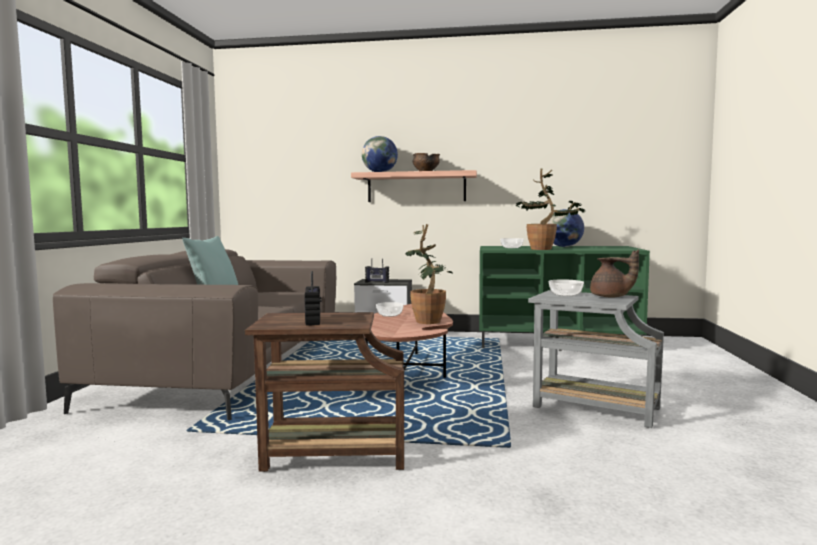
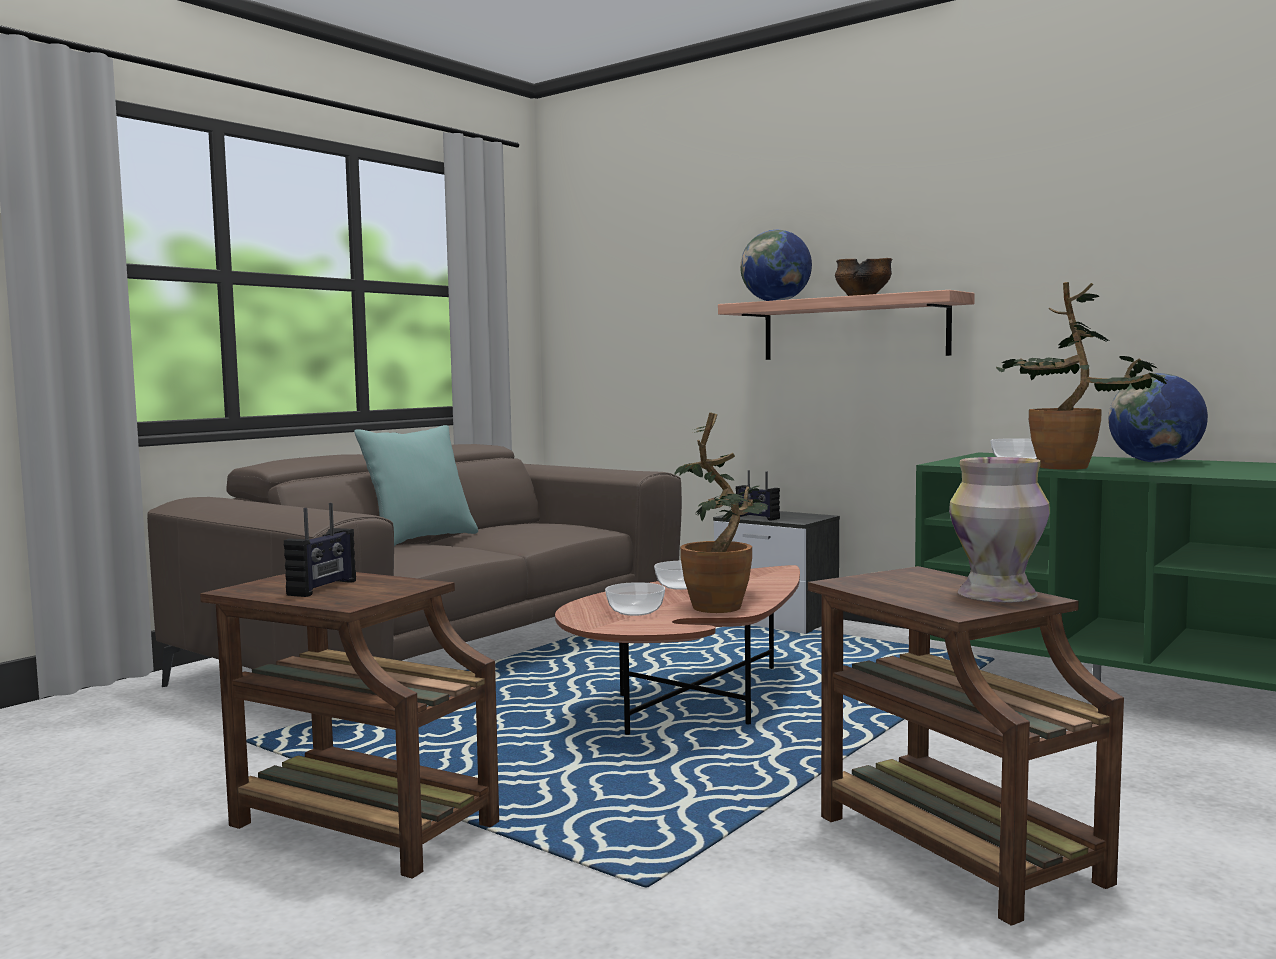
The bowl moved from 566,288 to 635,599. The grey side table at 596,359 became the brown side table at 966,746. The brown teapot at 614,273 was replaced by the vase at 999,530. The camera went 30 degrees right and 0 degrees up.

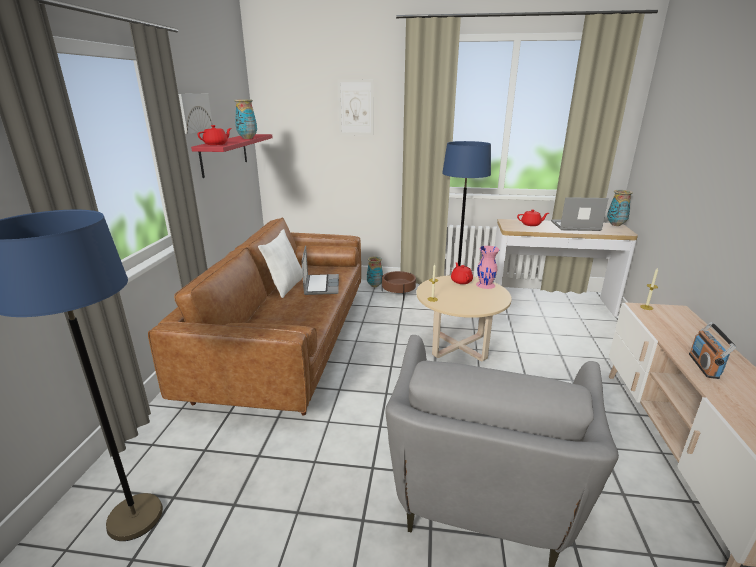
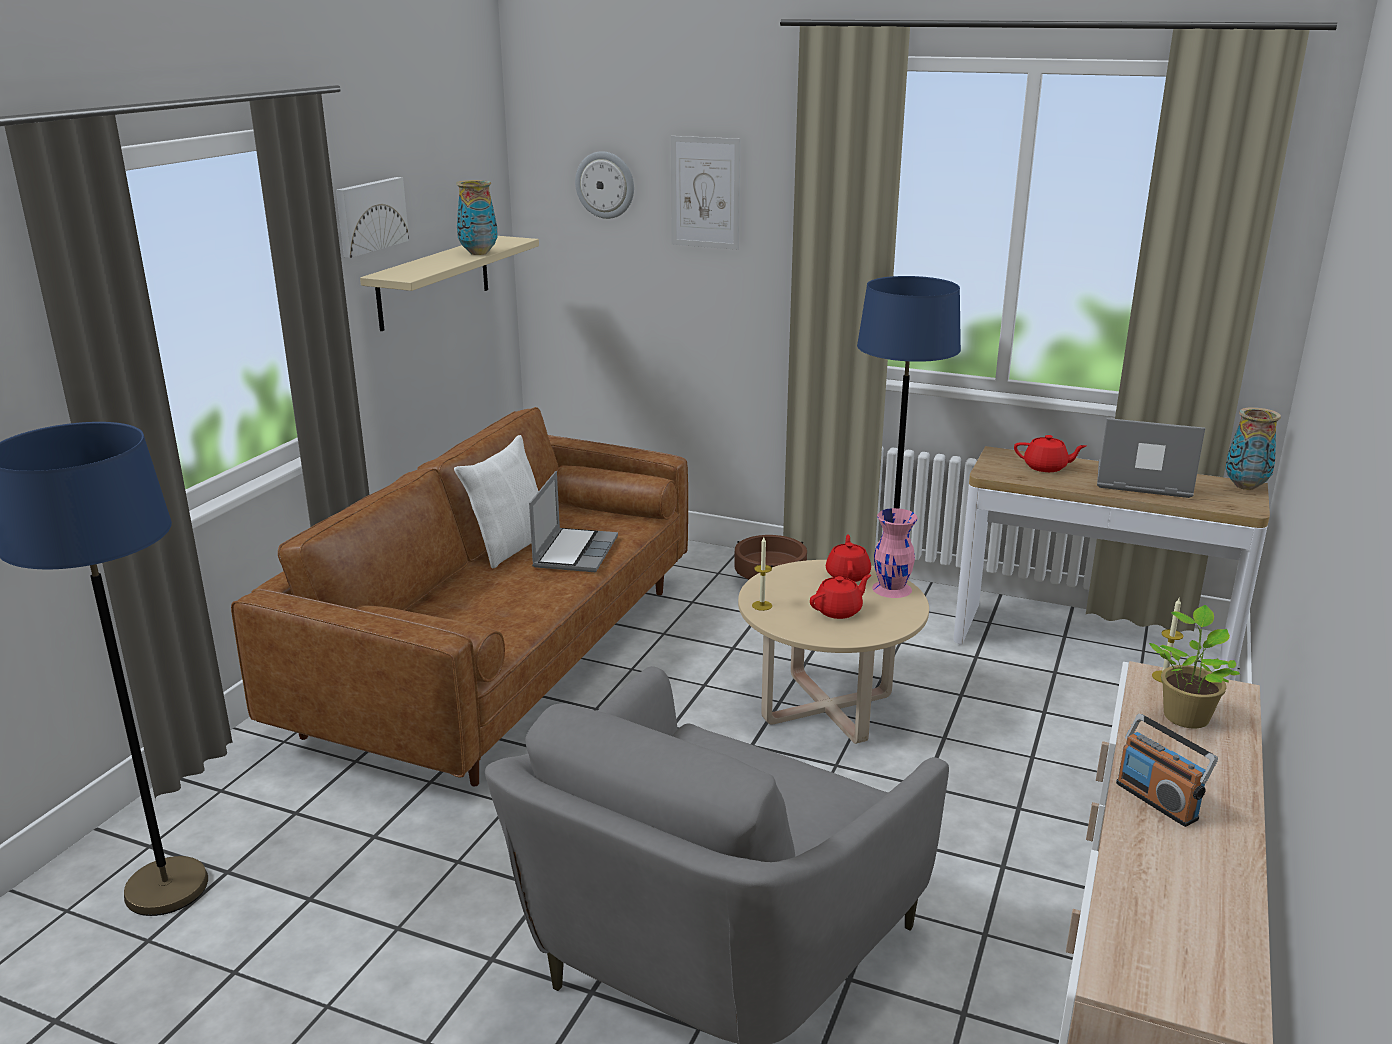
The red shelf at 232,156 became the beige shelf at 449,283. The wall clock at 604,185 appeared. The red teapot moved from 214,135 to 840,596. The radio at 713,350 turned 60 degrees counterclockwise. The potted plant at 1194,667 appeared. The vase at 375,272 disappeared. The camera went 15 degrees right and 0 degrees up.

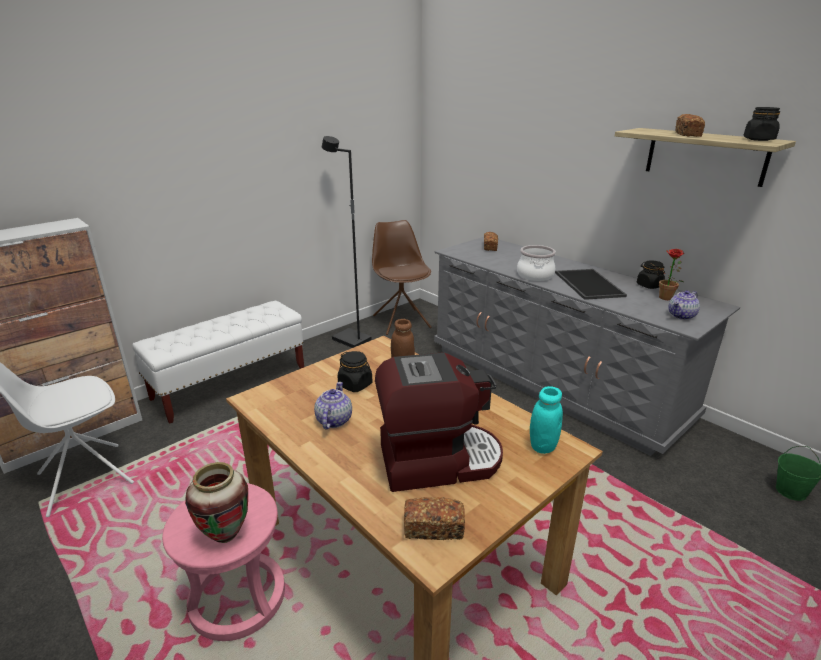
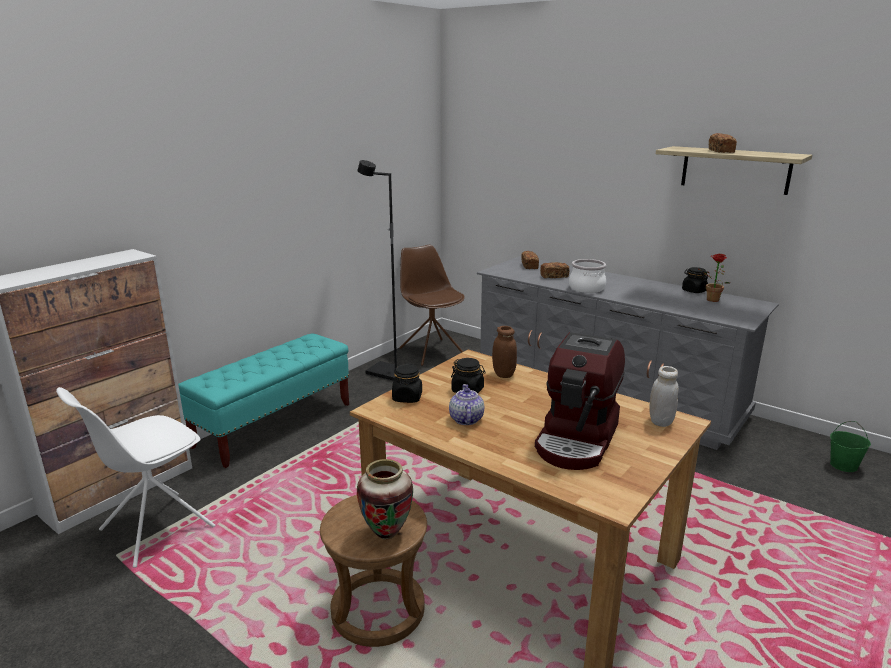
The white bench at 218,362 became the turquoise bench at 263,400. The pink stool at 223,562 became the brown stool at 373,571. The black jar moved from 762,124 to 407,383. The coffee machine at 439,422 turned 135 degrees clockwise. The bread moved from 434,518 to 554,270. The turquoise jar at 546,420 became the white jar at 664,396. The tray at 591,284 disappeared. The teapot at 684,305 disappeared. The camera went 10 degrees left and 5 degrees down.

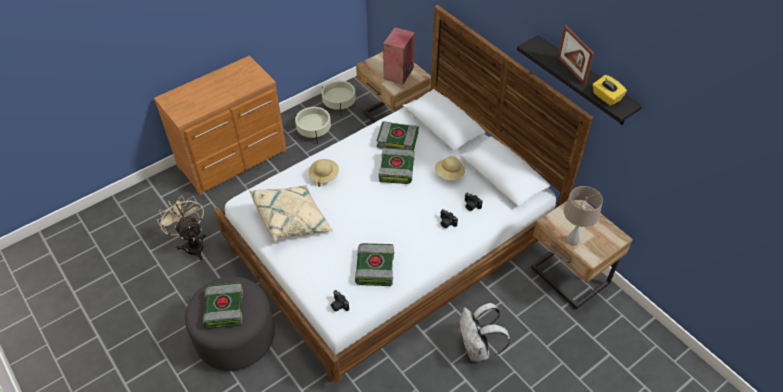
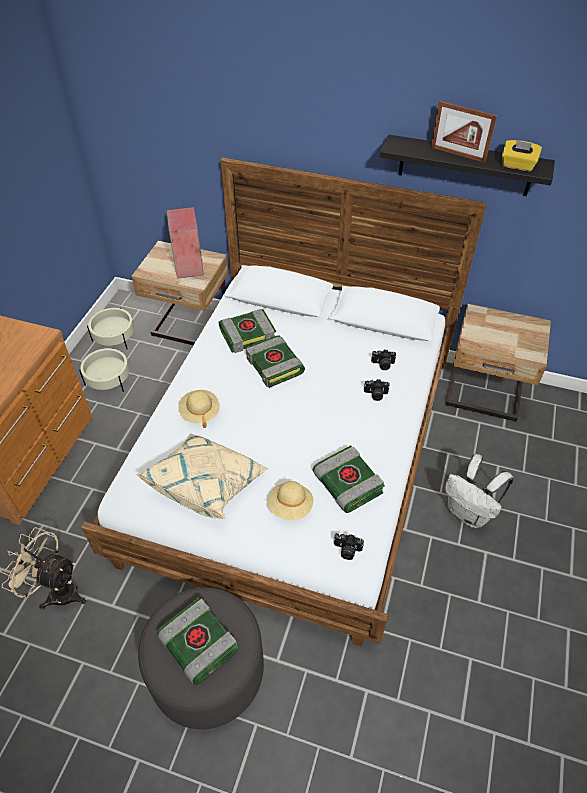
The beige hat moved from 450,168 to 290,500. The beige table lamp at 583,216 disappeared. The camera went 35 degrees left and 0 degrees up.

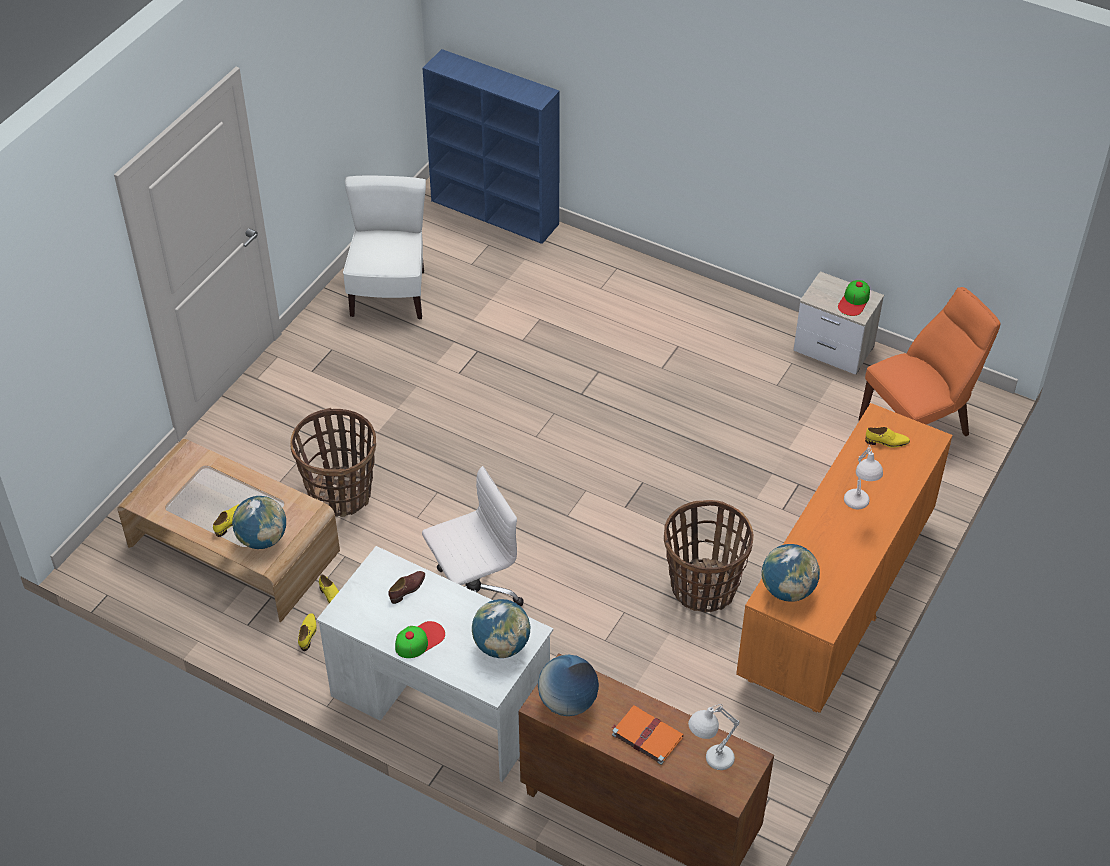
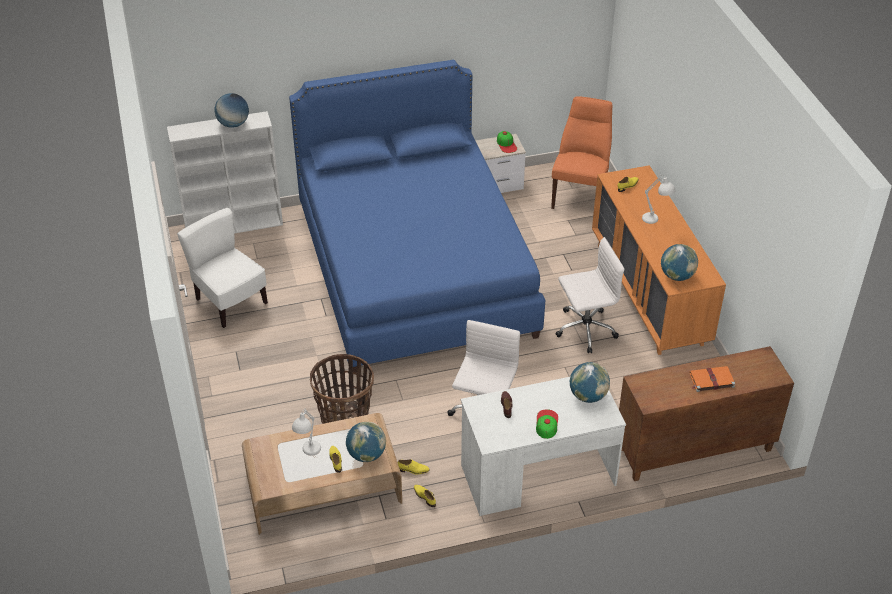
The blue bookcase at 491,146 became the white bookcase at 225,172. The globe moved from 568,685 to 231,110. The blue bed at 417,216 appeared. The white table lamp moved from 714,737 to 306,431. The basket at 709,556 was replaced by the white office chair at 590,295. The camera went 45 degrees left and 5 degrees down.

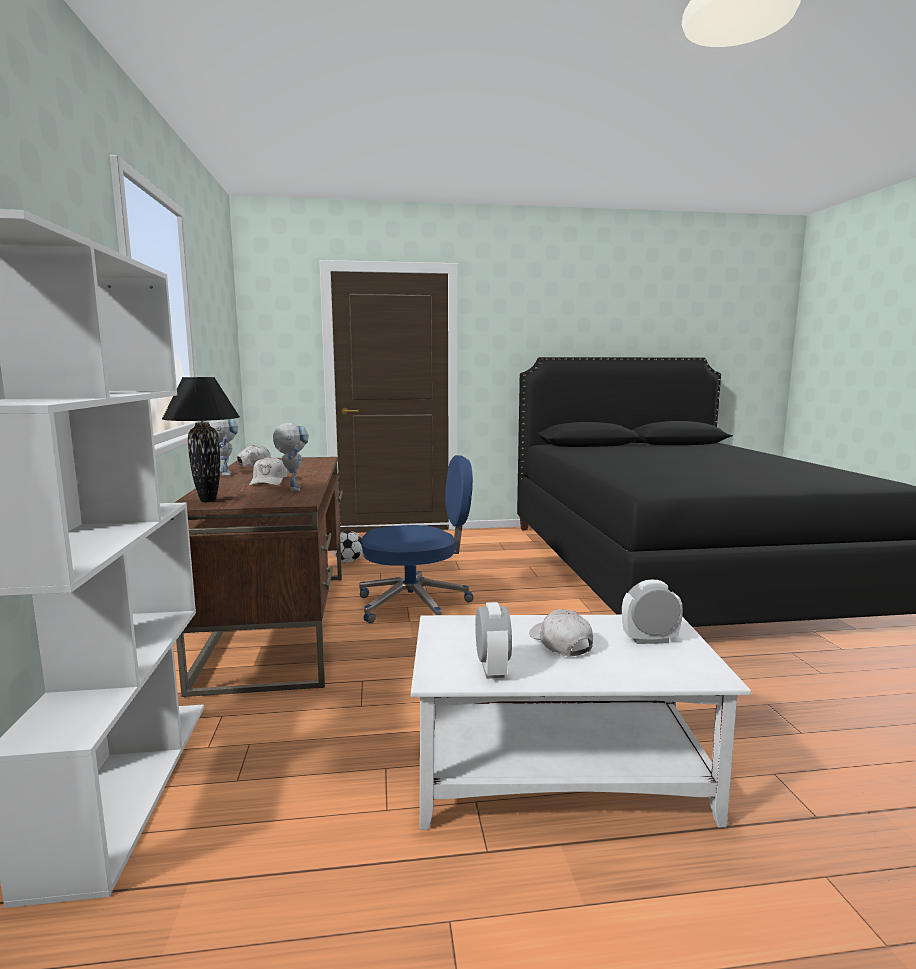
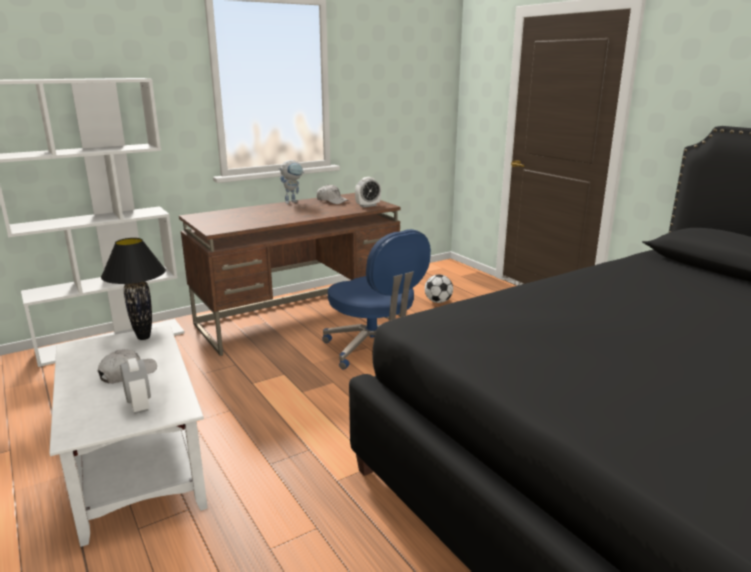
The black table lamp moved from 201,439 to 133,289. The alarm clock moved from 493,640 to 368,192. The white cap at 268,471 disappeared. The toy robot at 291,457 disappeared. The camera went 65 degrees right and 10 degrees up.

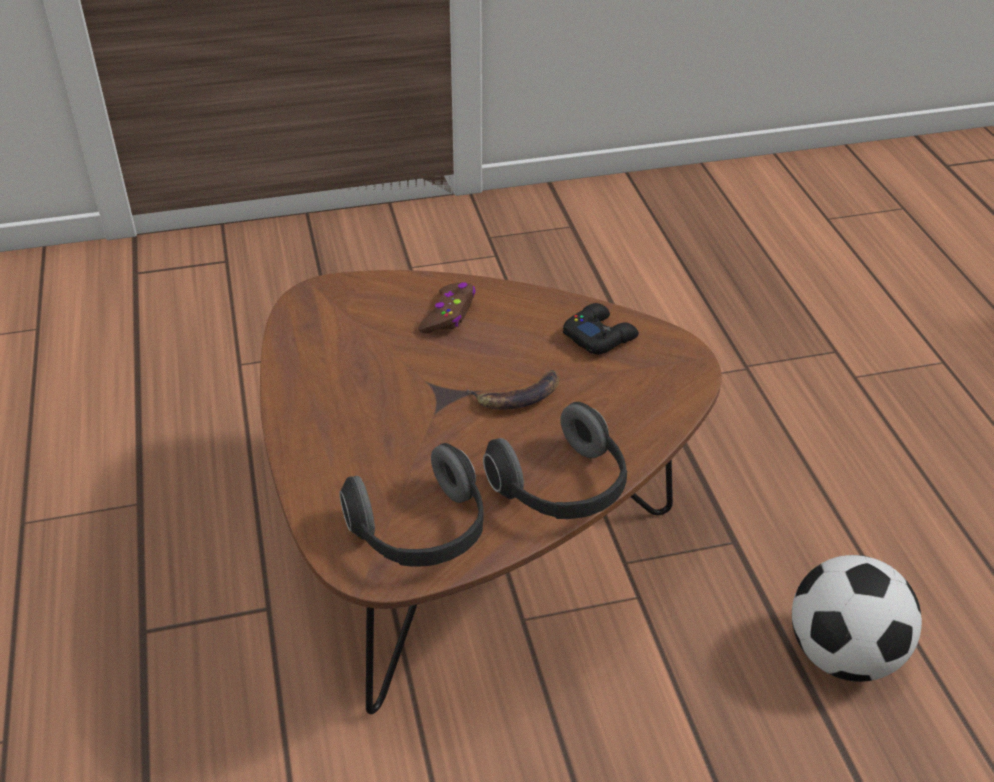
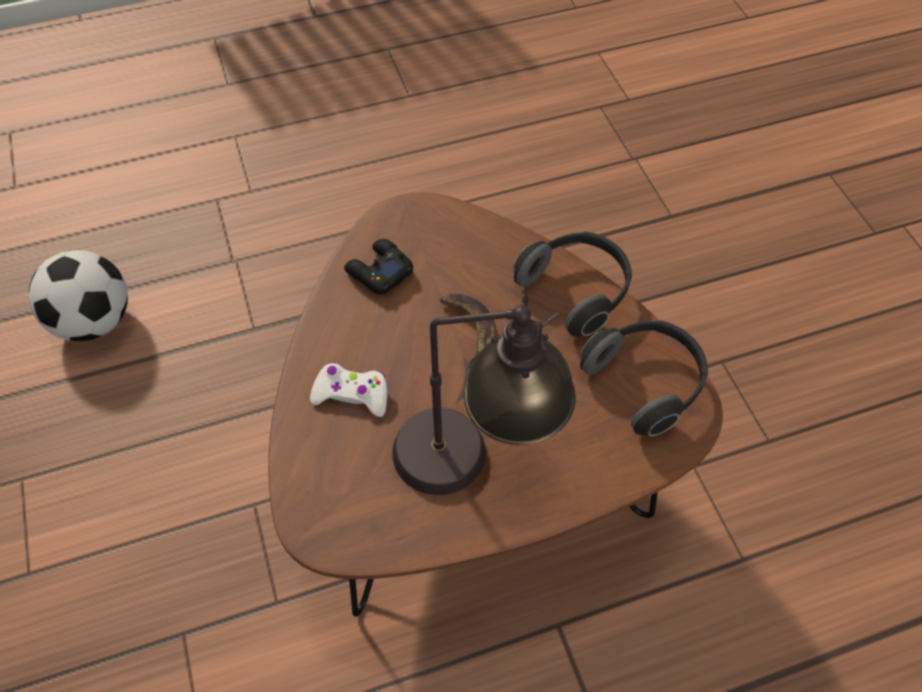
The football moved from 857,618 to 78,295. The brown game controller at 446,307 became the white game controller at 348,389. The table lamp at 484,394 appeared. The camera went 95 degrees left and 15 degrees up.

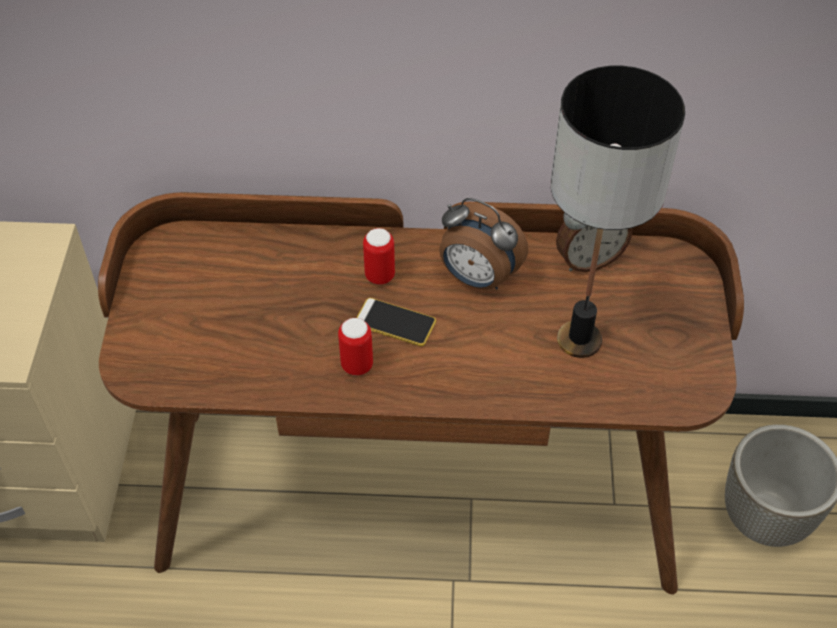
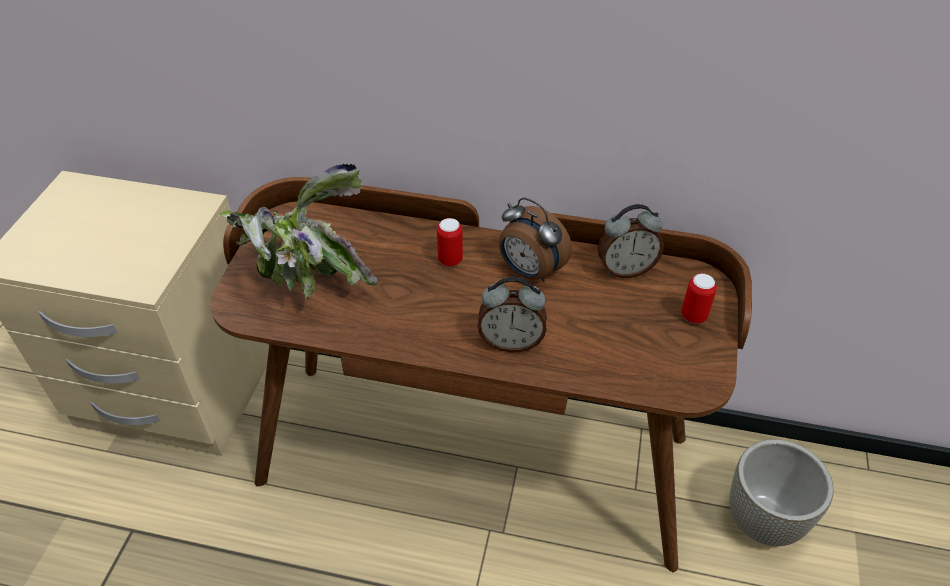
The potted plant at 298,231 appeared. The alarm clock at 512,315 appeared. The can moved from 355,347 to 699,298. The phone at 396,322 disappeared. The table lamp at 618,212 disappeared. The camera went 10 degrees right and 5 degrees down.

